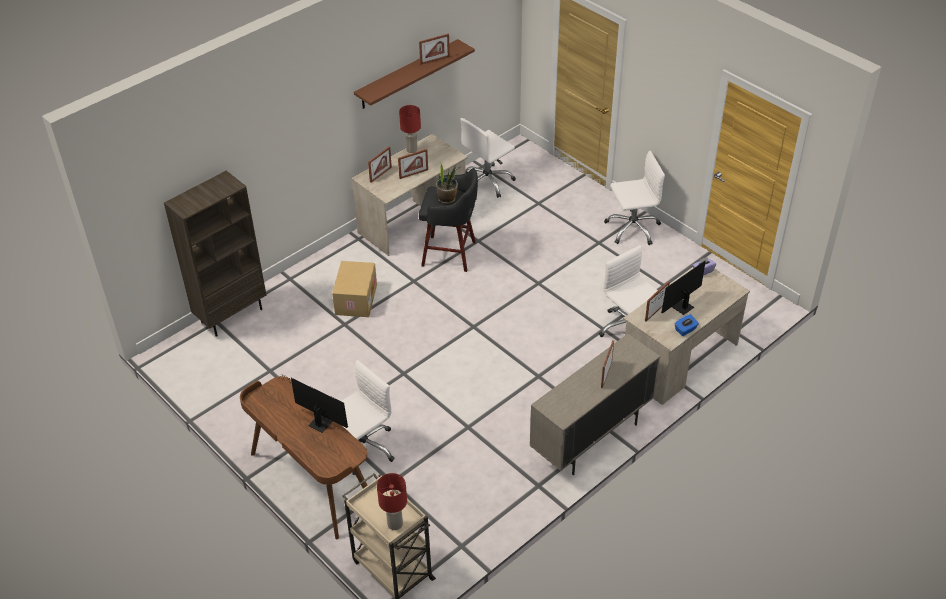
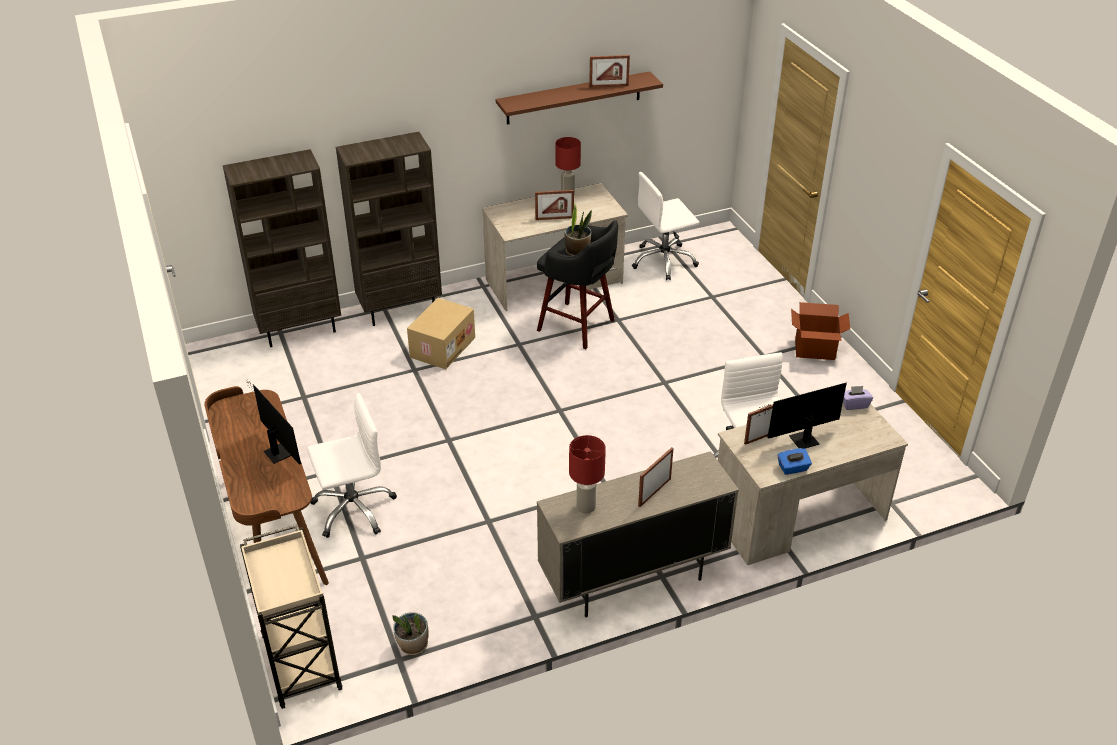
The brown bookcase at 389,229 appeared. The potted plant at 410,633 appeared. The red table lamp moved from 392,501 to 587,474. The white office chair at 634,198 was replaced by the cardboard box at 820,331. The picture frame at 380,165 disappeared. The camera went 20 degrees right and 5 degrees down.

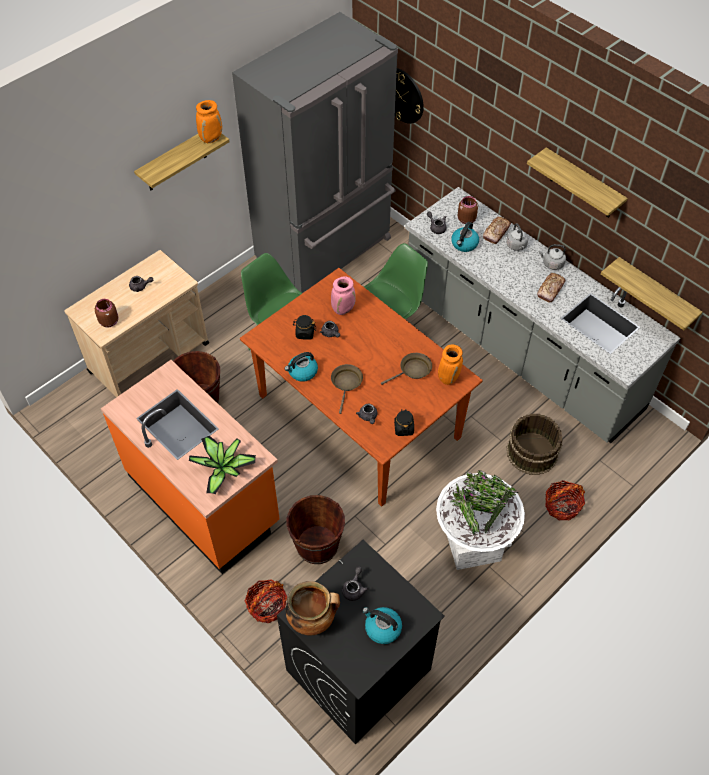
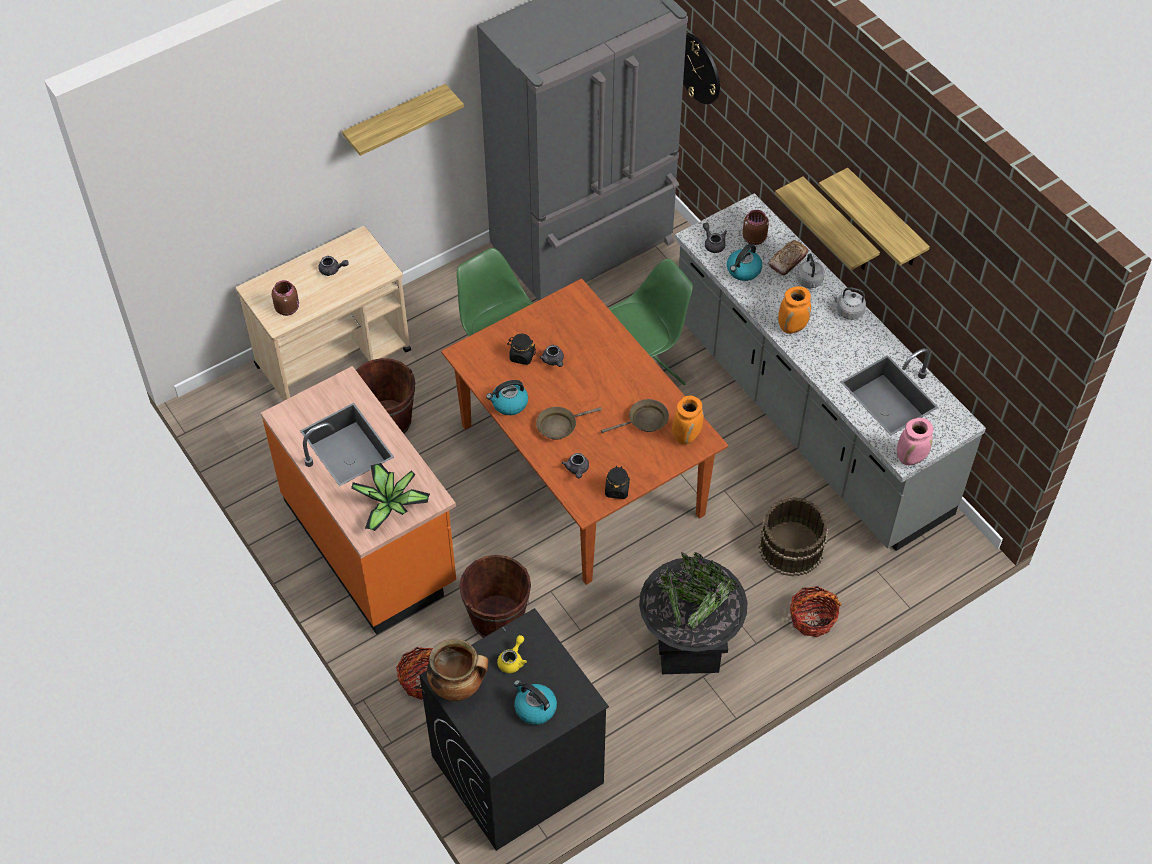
The grey teapot at 355,583 became the yellow teapot at 512,654. The brown frying pan at 347,389 turned 135 degrees counterclockwise. The white planter at 480,520 became the black planter at 693,613. The shelf moved from 651,293 to 827,223. The orange vase moved from 209,121 to 794,310. The pink vase moved from 343,295 to 915,441. The bread at 551,287 disappeared. The camera went 10 degrees right and 0 degrees up.

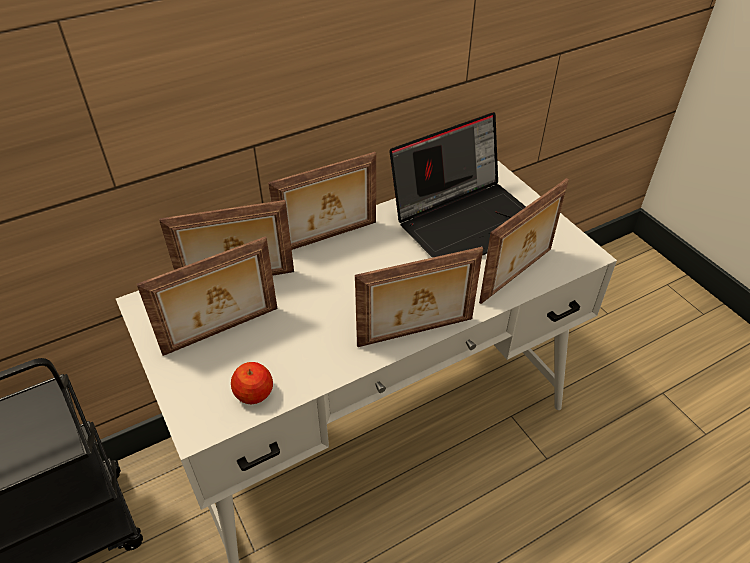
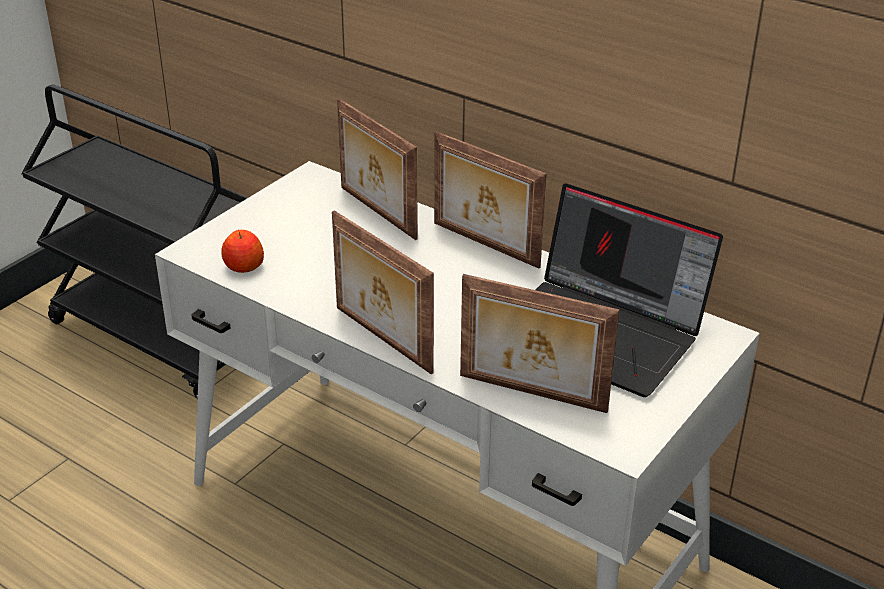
The picture frame at 207,296 disappeared. The camera went 65 degrees right and 10 degrees down.

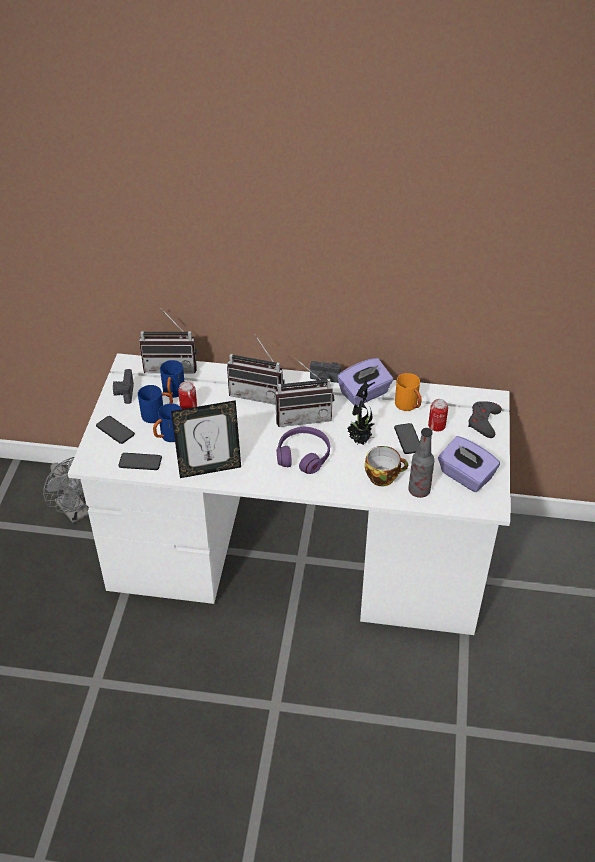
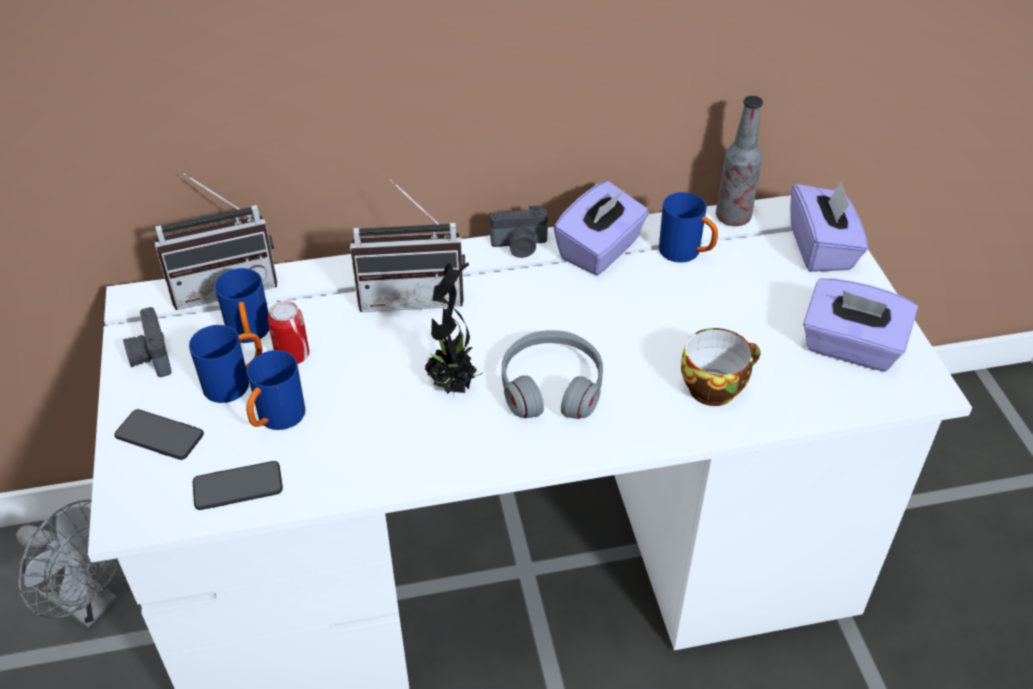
The potted plant moved from 361,412 to 453,329. The purple headphones at 303,450 became the grey headphones at 552,374. The orange mug at 408,392 became the blue mug at 688,227. The bottle moved from 421,463 to 739,161. The grey game controller at 485,419 was replaced by the purple tissue box at 829,226. The picture frame at 206,439 disappeared. The radio at 304,392 disappeared. The phone at 407,438 disappeared. The can at 438,415 disappeared. The camera went 20 degrees left and 0 degrees up.

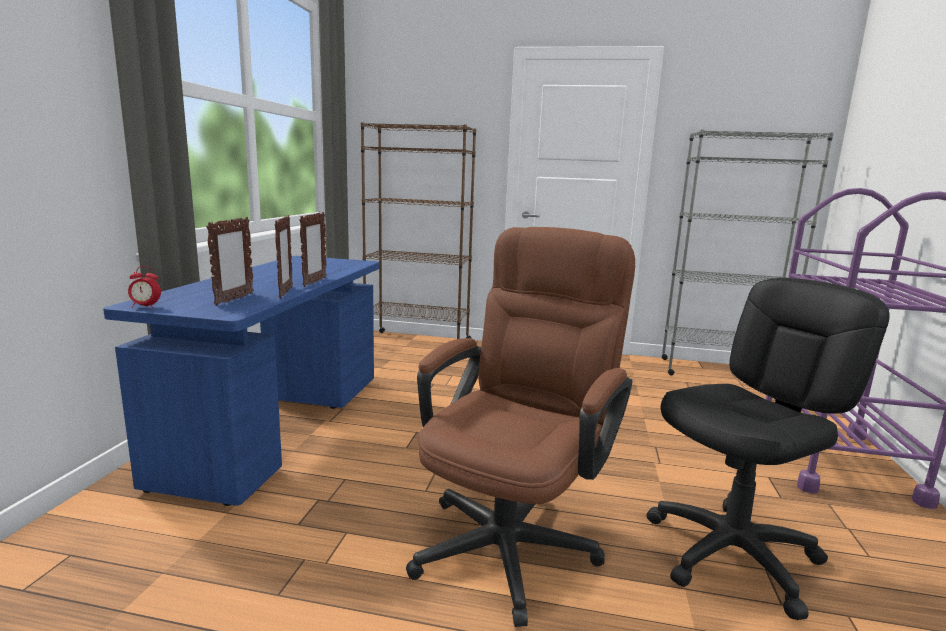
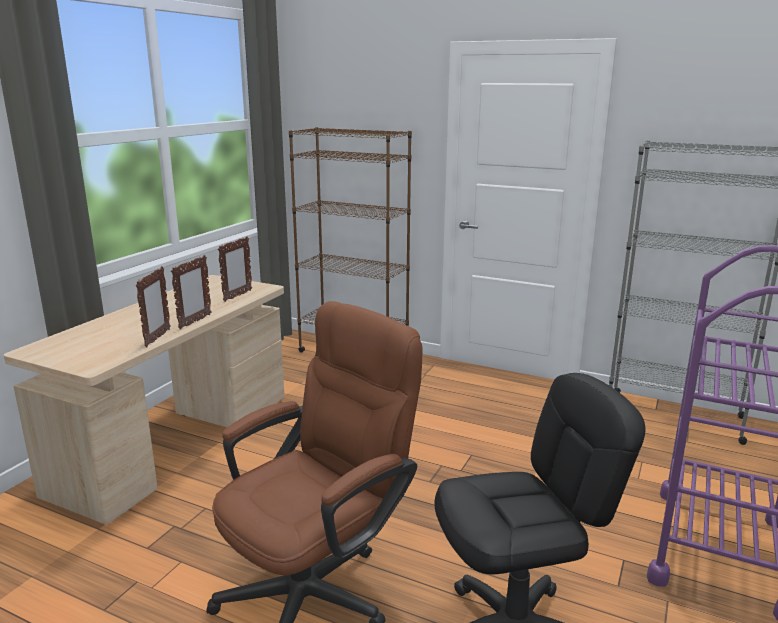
The blue desk at 241,381 became the beige desk at 144,399. The picture frame moved from 230,261 to 235,269. The alarm clock at 144,287 disappeared. The camera went 15 degrees right and 5 degrees up.

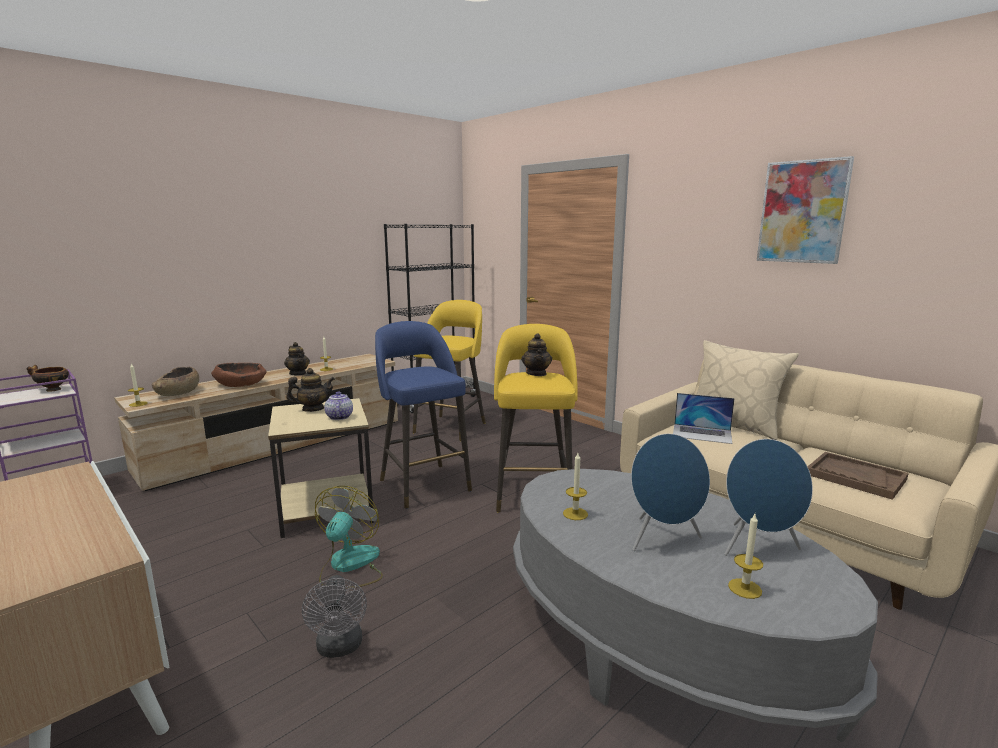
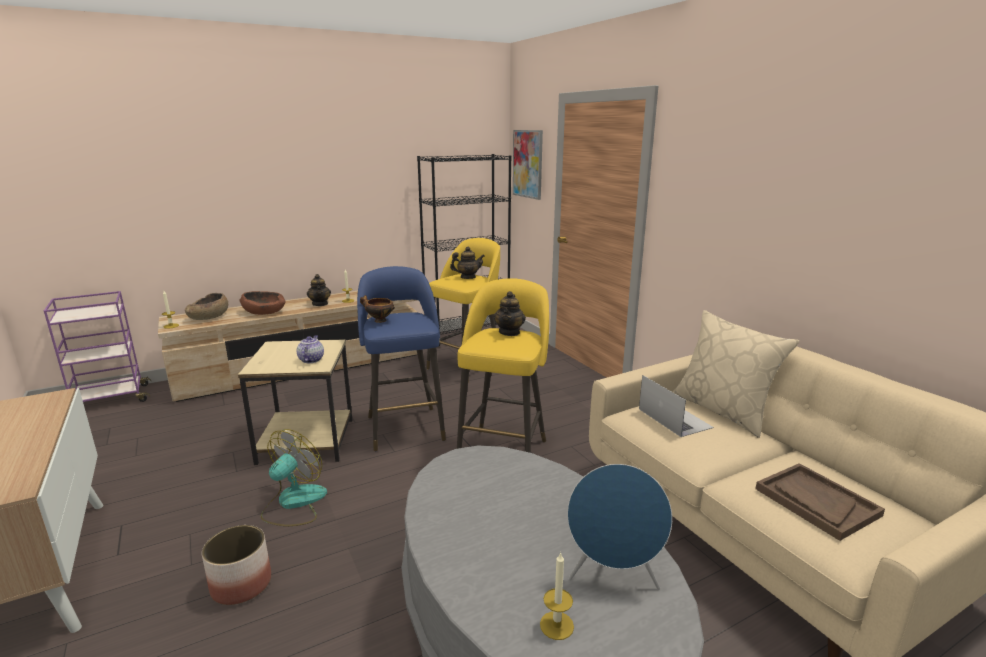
The grey fan at 334,616 was replaced by the planter at 236,565. The bowl moved from 48,378 to 377,309. The teapot moved from 310,390 to 467,263. The picture moved from 805,210 to 528,165. The laptop at 704,418 turned 150 degrees counterclockwise. The candle at 575,486 disappeared. The blue speaker at 670,492 disappeared. The camera went 15 degrees right and 5 degrees up.

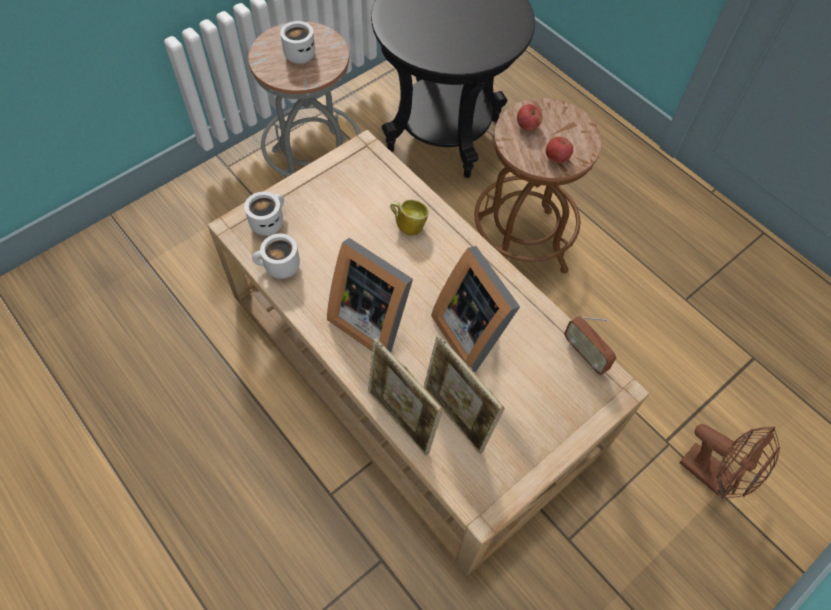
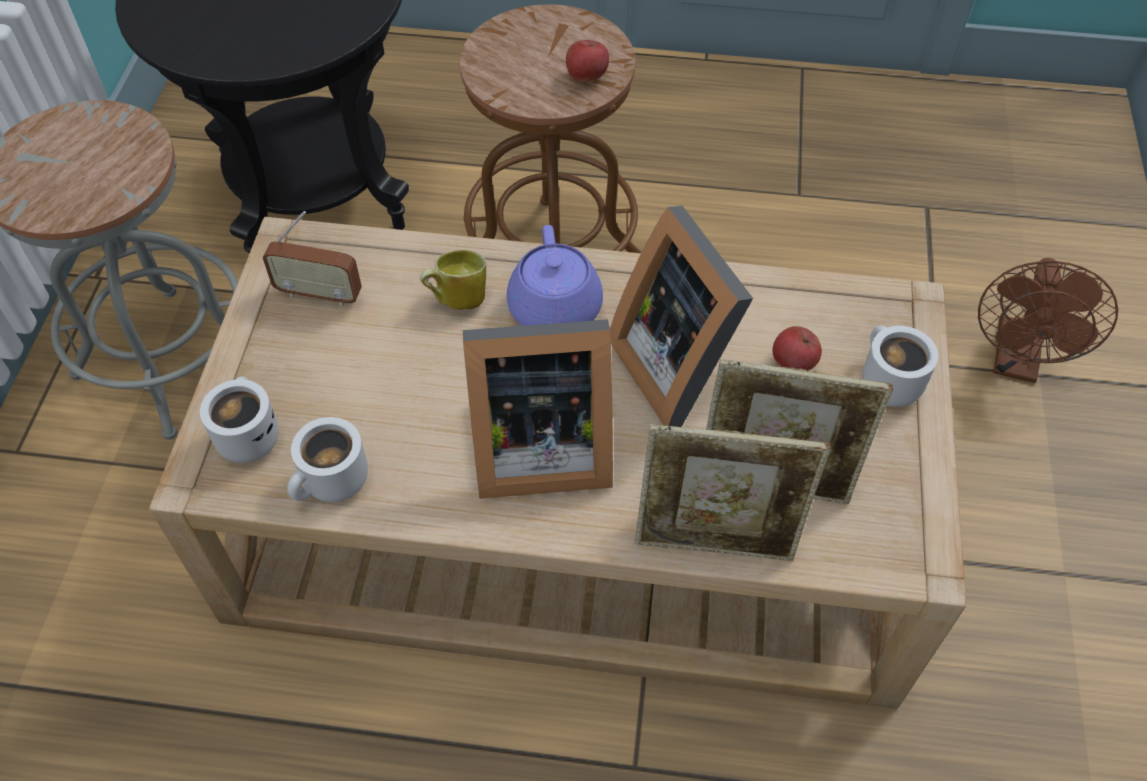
The radio moved from 590,345 to 312,259. The purple teapot at 555,275 appeared. The picture frame at 475,309 turned 45 degrees clockwise. The apple moved from 530,117 to 797,348. The white mug moved from 297,42 to 900,366. The brown fan at 730,461 turned 105 degrees clockwise. The camera went 40 degrees left and 5 degrees down.

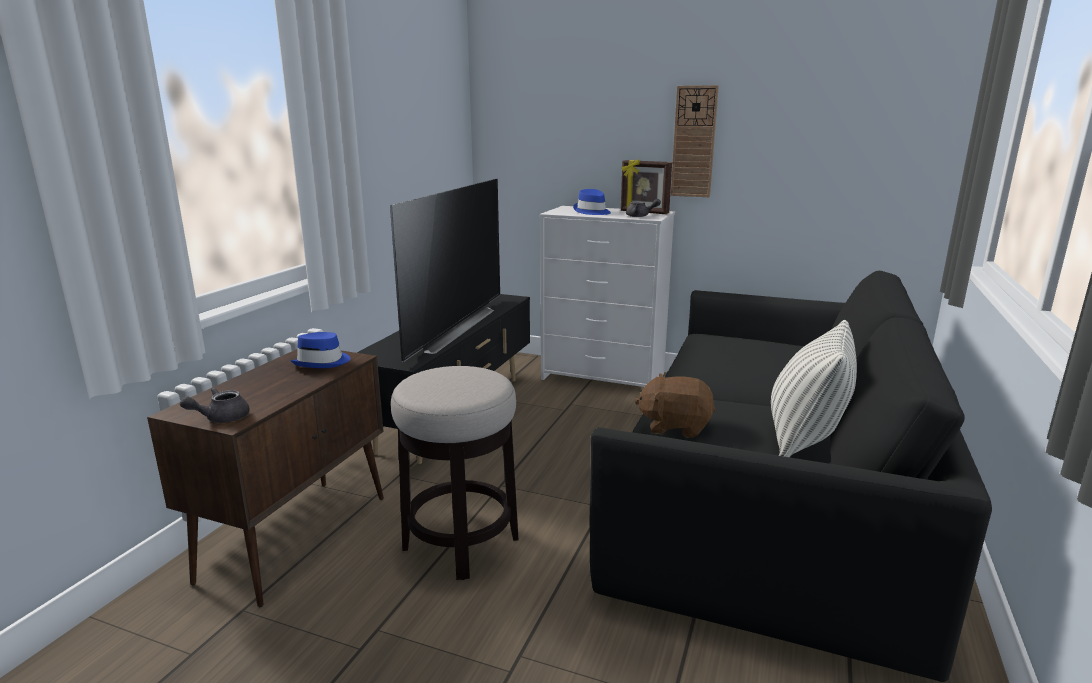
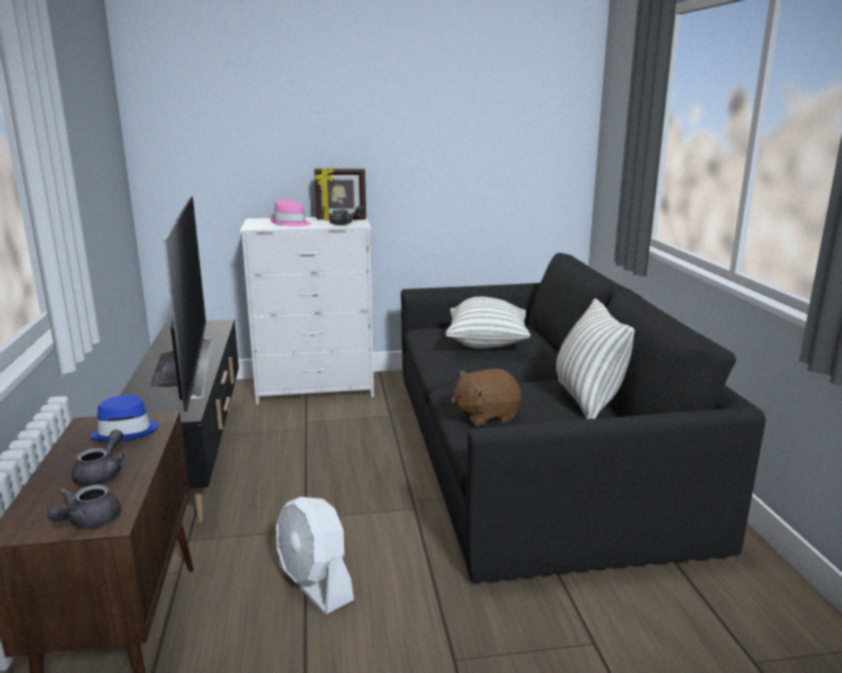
The grey teapot at 98,458 appeared. The blue hat at 592,202 became the pink hat at 290,213. The stool at 455,473 was replaced by the white fan at 315,555. The pillow at 488,323 appeared. The wall clock at 695,141 disappeared. The camera went 30 degrees left and 0 degrees up.

